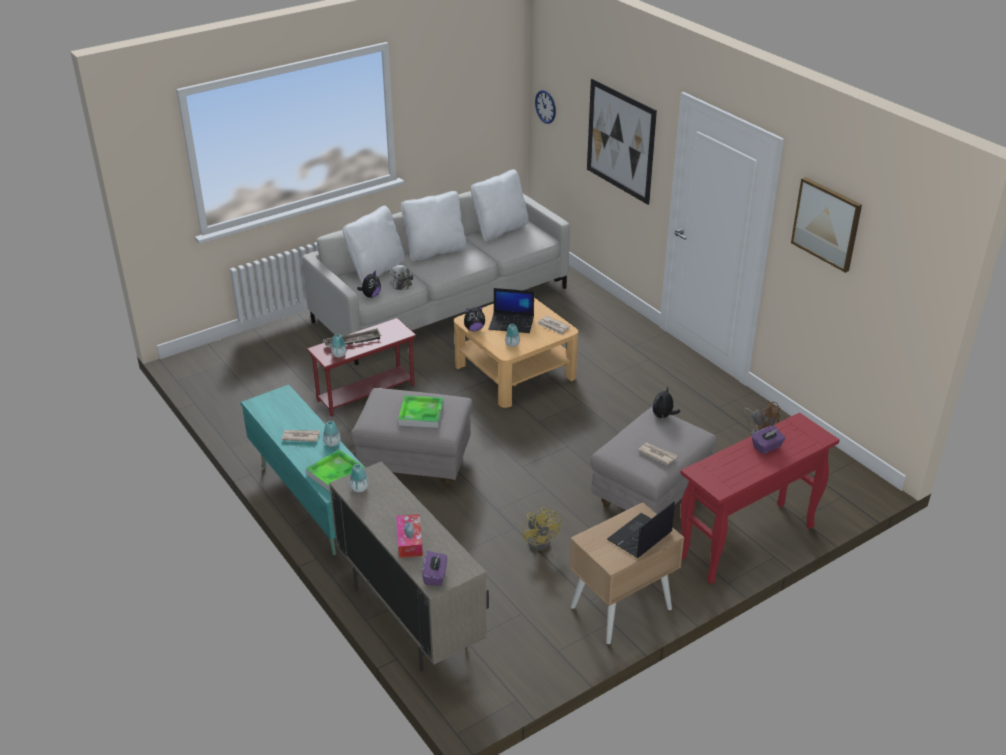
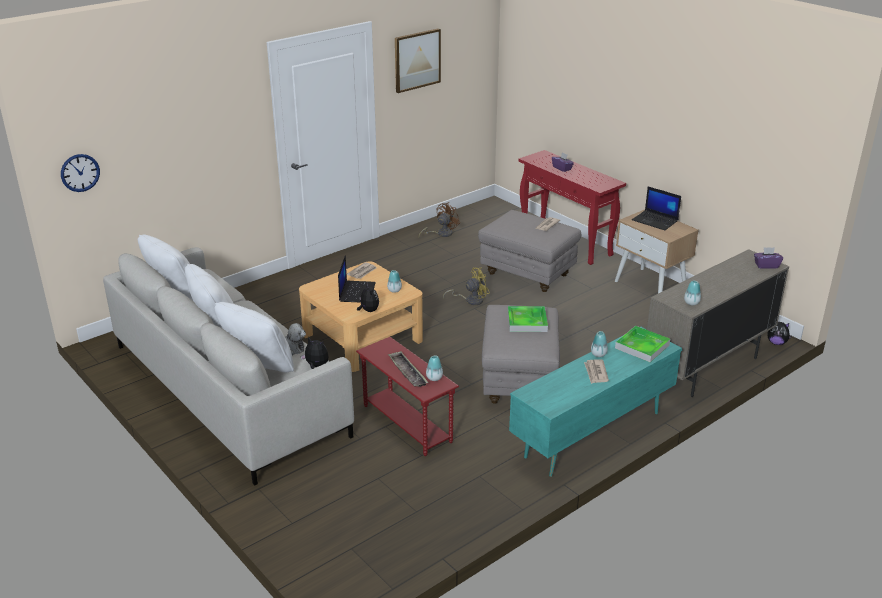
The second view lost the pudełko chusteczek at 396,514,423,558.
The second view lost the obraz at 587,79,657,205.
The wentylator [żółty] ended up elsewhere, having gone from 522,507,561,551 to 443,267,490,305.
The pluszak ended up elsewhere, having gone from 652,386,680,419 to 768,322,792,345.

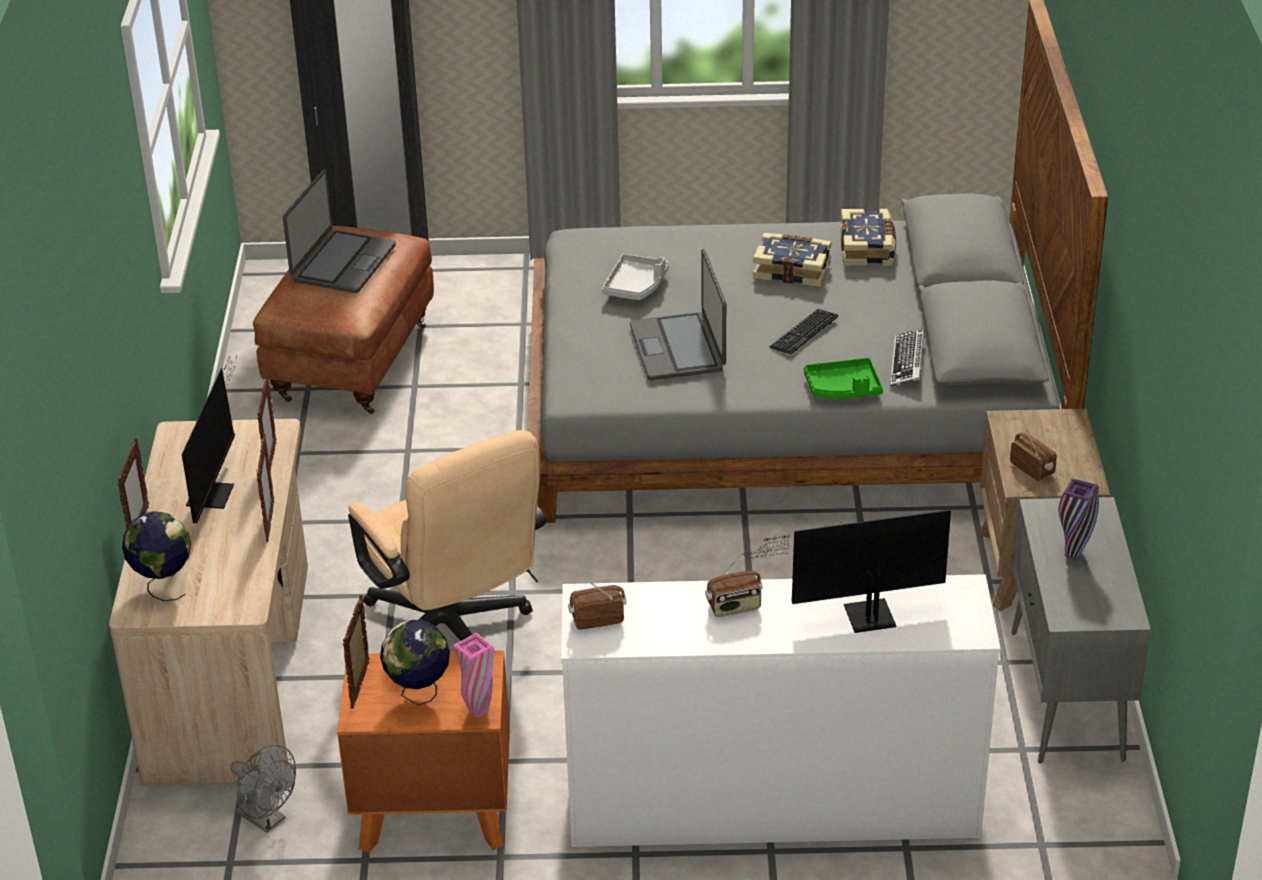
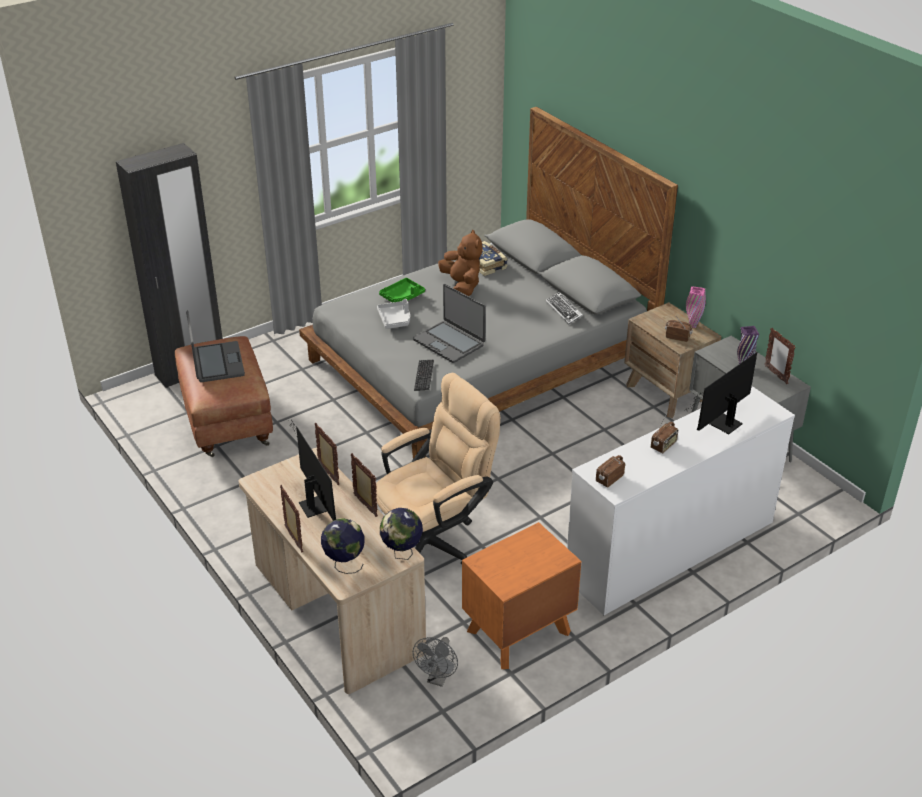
The ramka na zdjęcie ended up elsewhere, having gone from 343,595,369,709 to 765,328,796,384.
The globus ended up elsewhere, having gone from 380,620,450,706 to 380,508,423,560.
The wazon [różowy] ended up elsewhere, having gone from 453,633,494,718 to 686,286,706,328.
The klawiatura ended up elsewhere, having gone from 770,309,838,354 to 414,360,434,391.
The taca [zielony] ended up elsewhere, having gone from 804,358,883,399 to 379,278,425,303.
Where the książka stood at 753,233,831,287, the pluszak [brązowy] came to stand at 438,230,482,296.
The wentylator [szary] at 230,744,296,833 ended up facing another way, 105 degrees clockwise from before.
The krzesło biurowe [beżowy] at 348,430,546,641 ended up facing another way, 60 degrees counterclockwise from before.

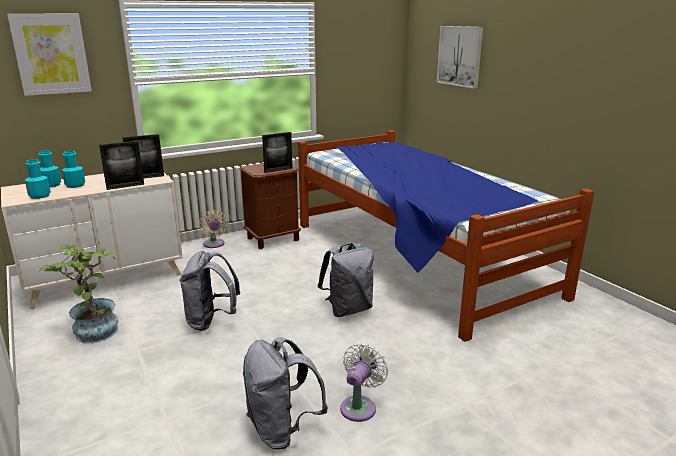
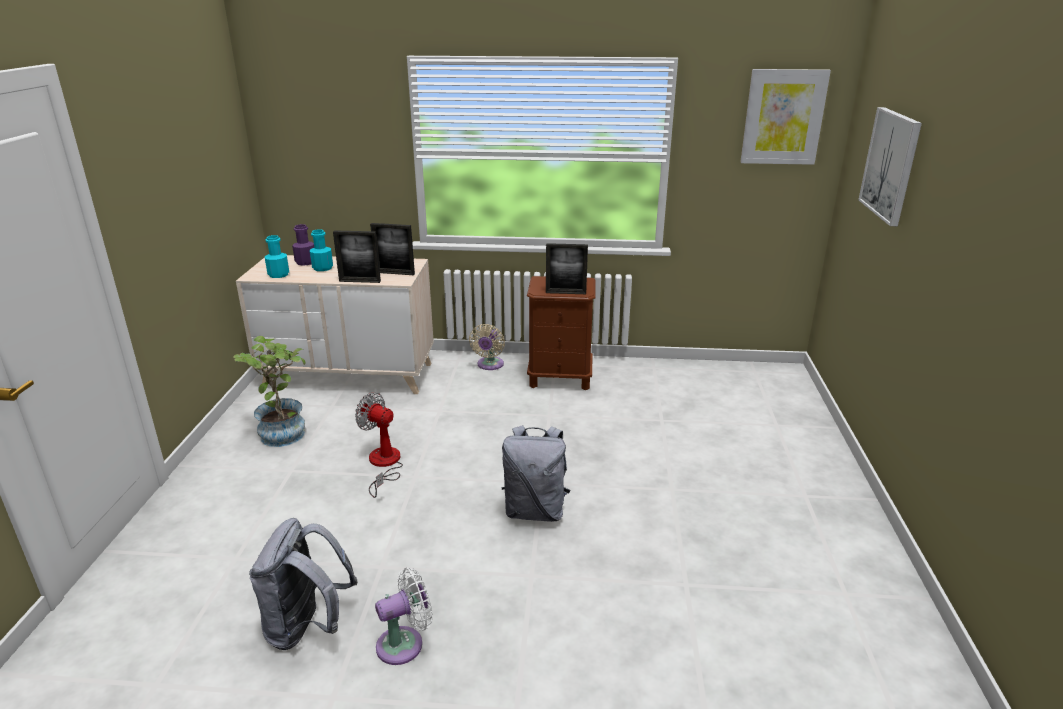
The second view lost the łóżko at 298,130,594,342.
The obraz ended up elsewhere, having gone from 7,13,92,96 to 740,69,831,165.
Where the plecak [szary] stood at 179,251,240,331, the wentylator came to stand at 355,392,403,498.
What was the butelka [turkusowy] at 38,150,61,187 turned into the butelka [fioletowy] at 292,224,314,266.

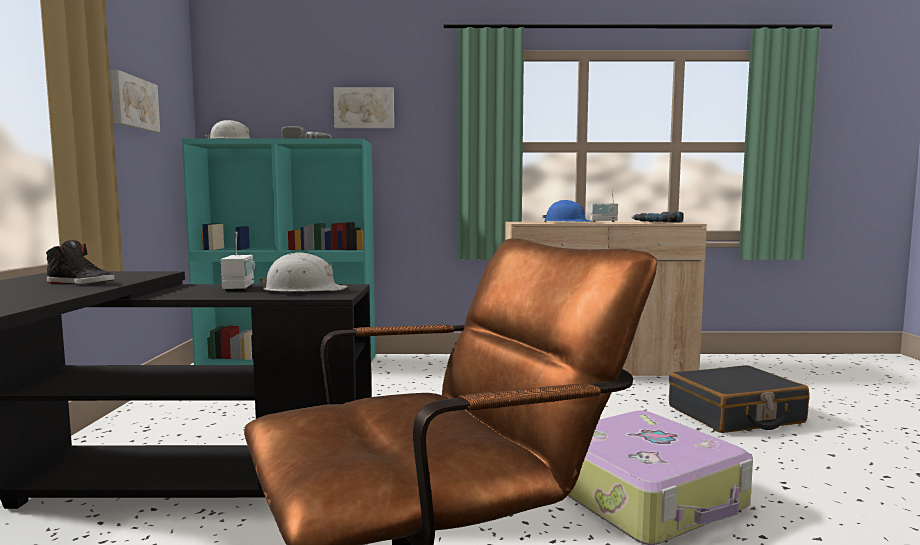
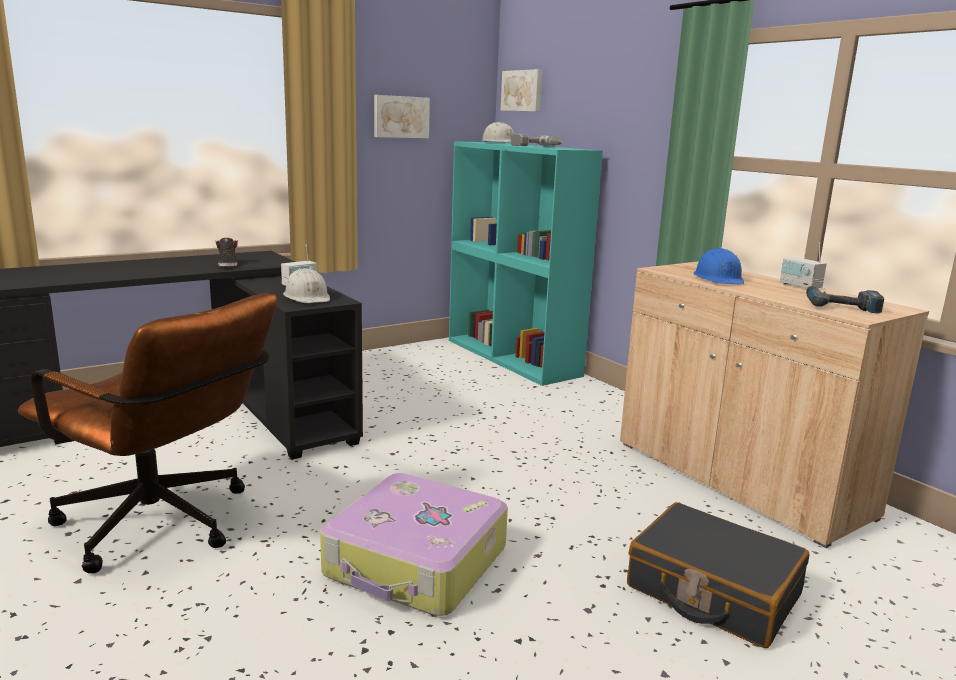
The obraz ended up elsewhere, having gone from 333,87,394,129 to 501,69,542,111.

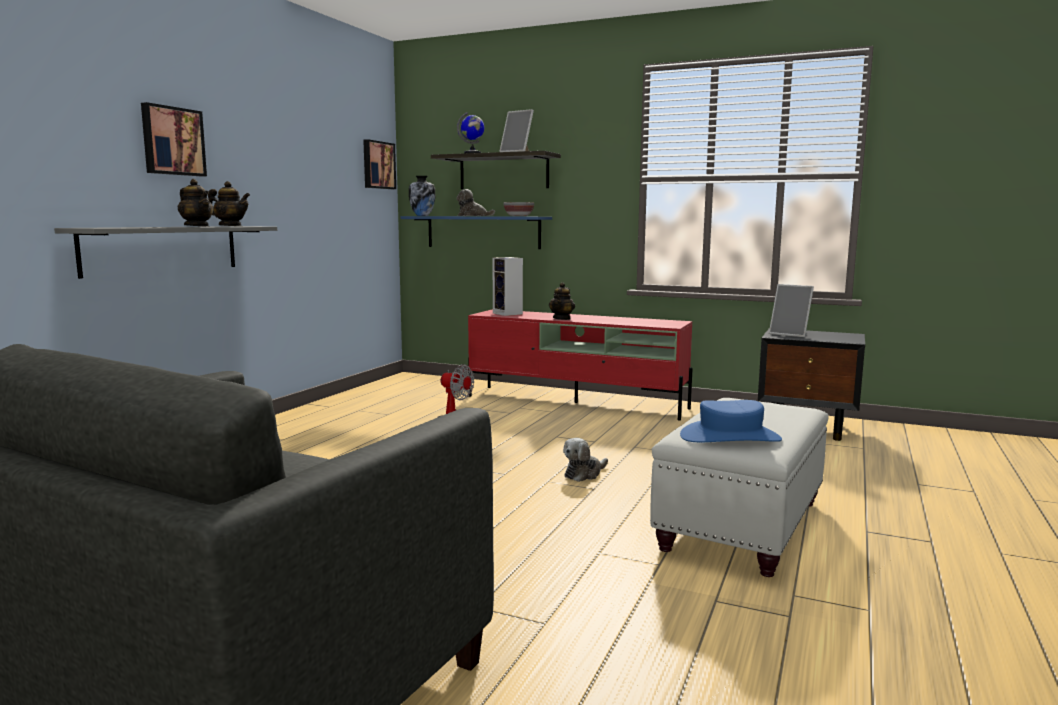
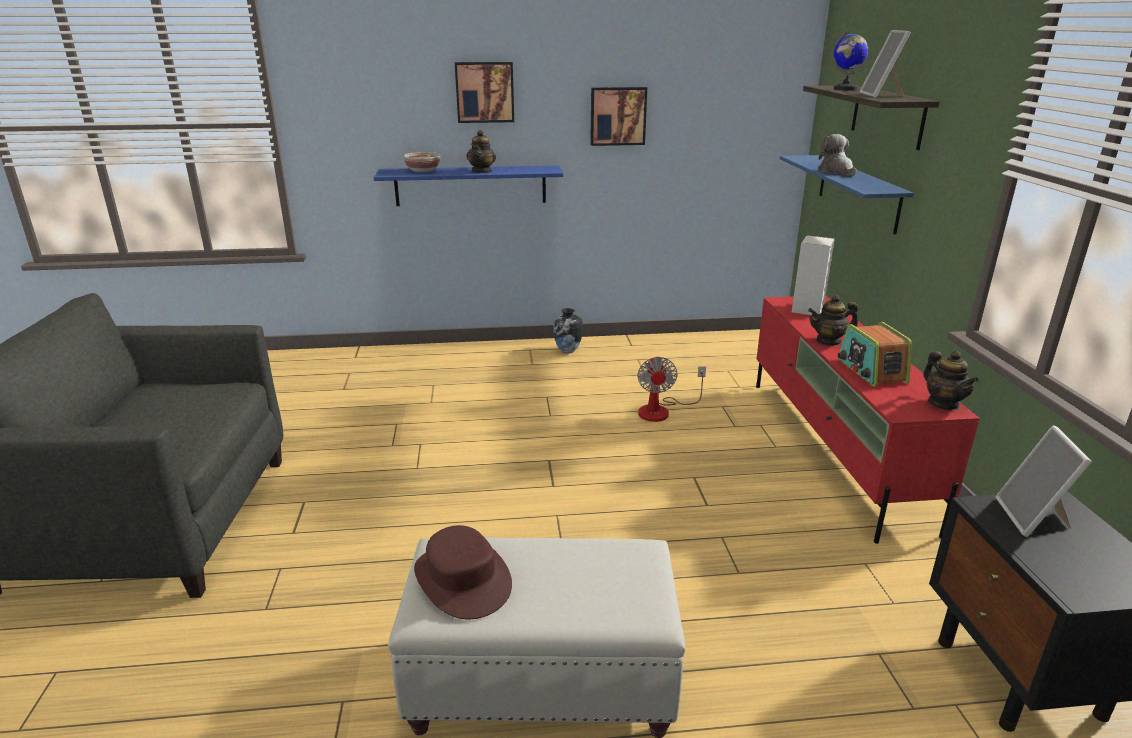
The second view lost the pluszak at 563,438,608,482.
The second view gained the radio at 838,322,912,387.
The imbryk ended up elsewhere, having gone from 208,181,250,226 to 923,351,979,410.
The obraz ended up elsewhere, having gone from 363,139,396,189 to 590,87,647,146.
The wazon ended up elsewhere, having gone from 409,176,435,216 to 553,308,583,353.
The miska ended up elsewhere, having gone from 503,202,534,216 to 403,152,441,172.
What was the półka [szary] at 54,226,277,279 turned into the półka [niebieski] at 373,165,563,206.
What was the kapelusz [niebieski] at 680,400,782,442 turned into the kapelusz [brązowy] at 414,525,512,619.

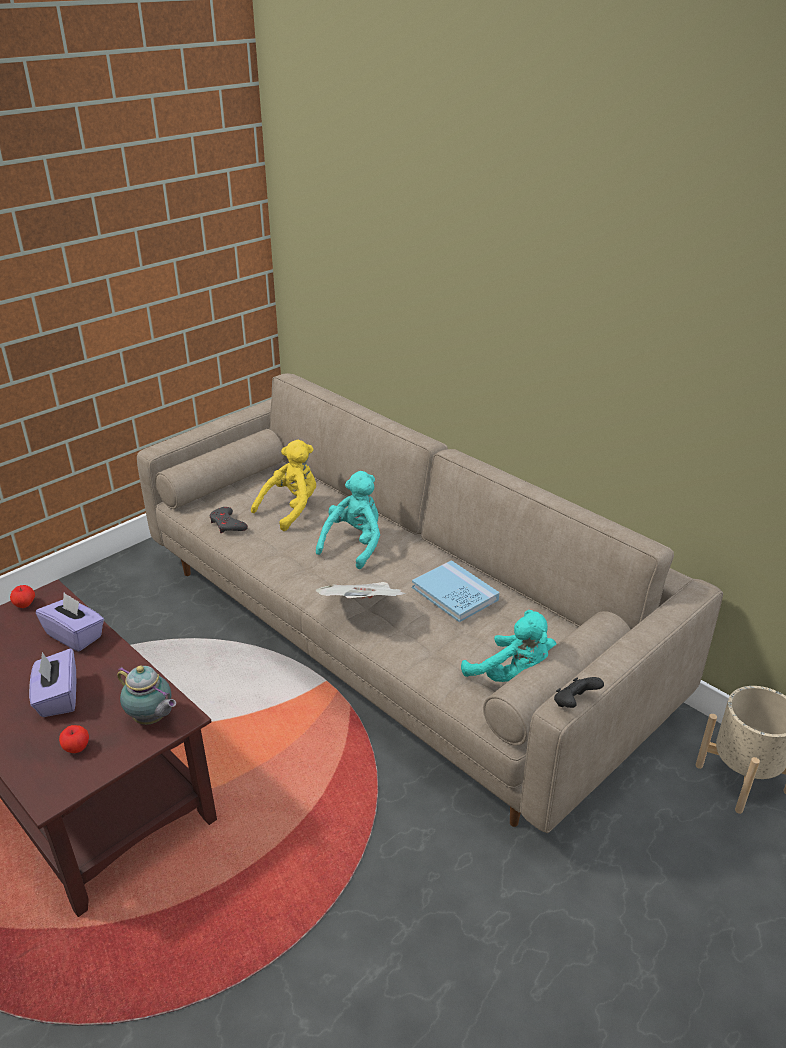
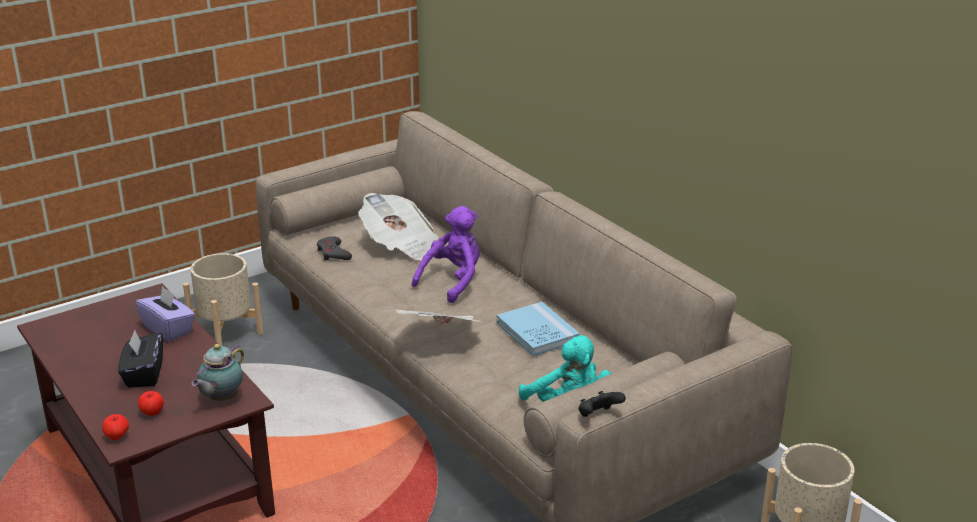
The second view gained the donica [beżowy] at 183,253,263,346.
The jabłko ended up elsewhere, having gone from 10,585,35,608 to 102,414,129,440.
Where the pluszak [żółty] stood at 251,440,316,531, the gazeta came to stand at 358,193,439,261.
What was the pudełko chusteczek [fioletowy] at 29,648,76,717 turned into the pudełko chusteczek [czarny] at 118,329,163,387.
What was the pluszak [turkusowy] at 316,471,380,569 turned into the pluszak [fioletowy] at 412,206,479,303.
The imbryk at 117,666,176,725 ended up facing another way, 75 degrees clockwise from before.

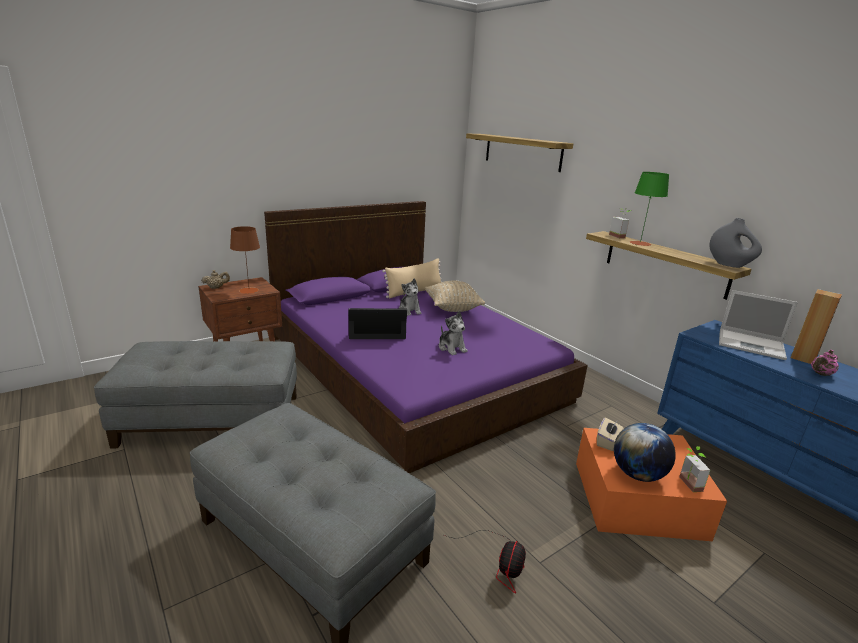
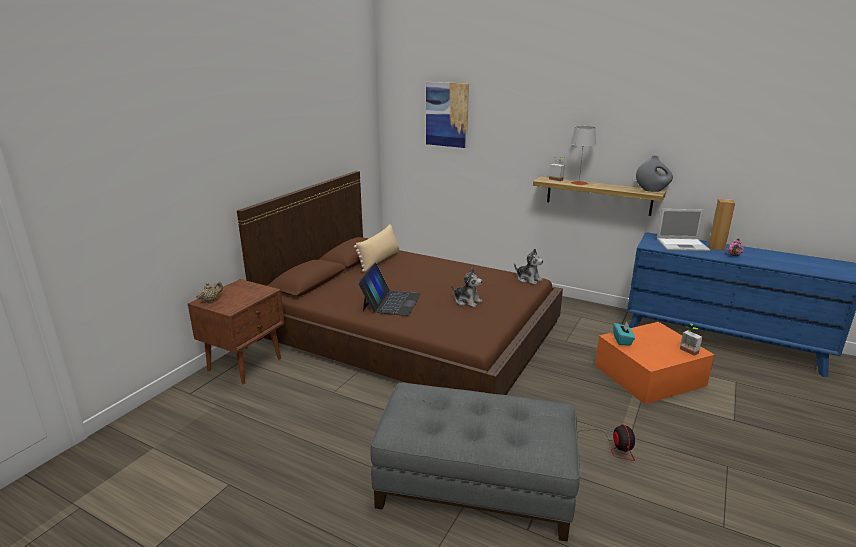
The second view lost the pufa [szary] at 94,341,297,449.
The second view lost the lampa stołowa [brązowy] at 230,226,260,294.
The second view lost the poduszka [beżowy] at 425,280,485,312.
The second view lost the globus at 614,423,676,482.
The pluszak ended up elsewhere, having gone from 399,278,422,316 to 514,249,543,285.
Where the półka hung at 466,134,573,172, the obraz came to hang at 426,82,469,148.
What was the łóżko [fioletowy] at 264,201,588,473 turned into the łóżko [brązowy] at 237,171,563,395.
What was the pudełko chusteczek [beżowy] at 597,417,623,451 turned into the pudełko chusteczek [turkusowy] at 613,322,635,346.
What was the lampa stołowa [zielony] at 630,172,669,246 turned into the lampa stołowa [szary] at 571,126,596,185.
The laptop at 348,308,407,339 ended up facing another way, 135 degrees clockwise from before.

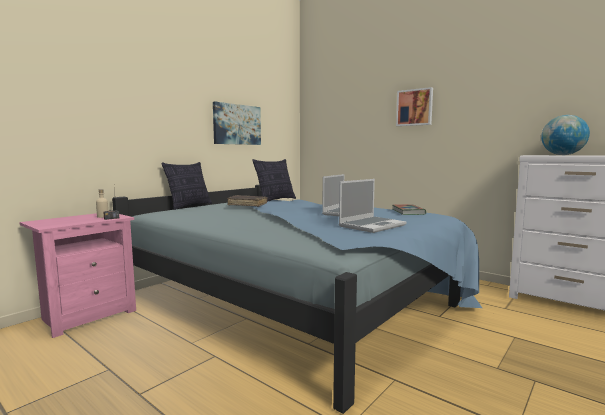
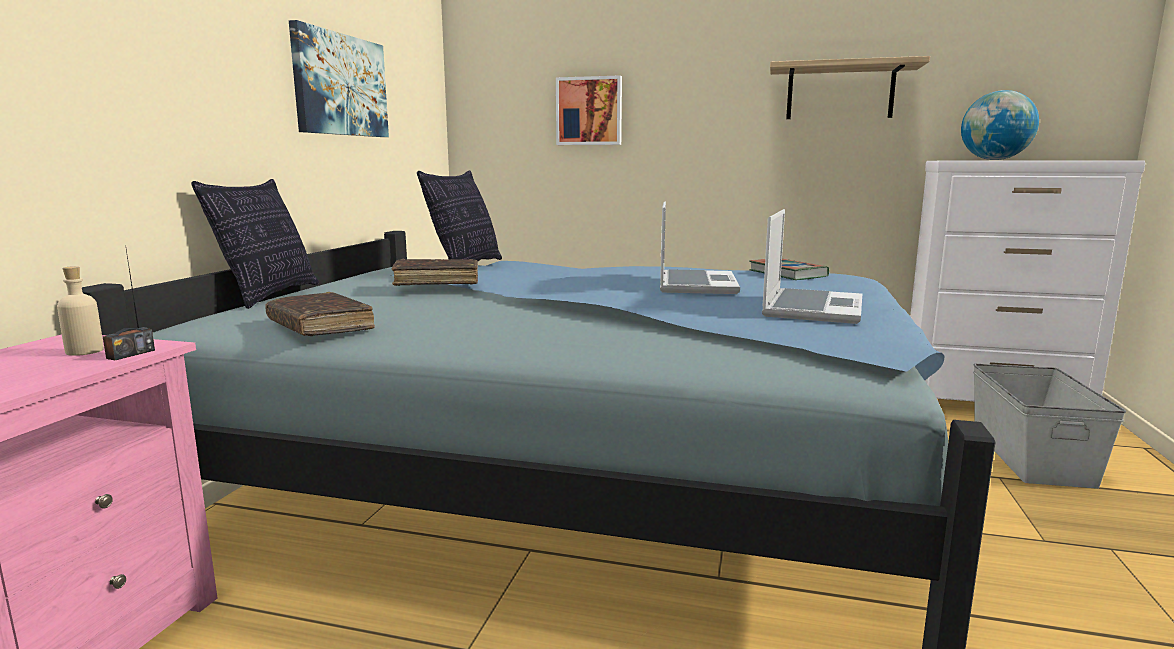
The second view gained the książka [brązowy] at 265,292,375,336.
The second view gained the półka at 770,56,930,119.
The second view gained the pojemnik do przechowywania [szary] at 973,364,1126,489.
The obraz ended up elsewhere, having gone from 396,87,433,126 to 556,75,622,145.

